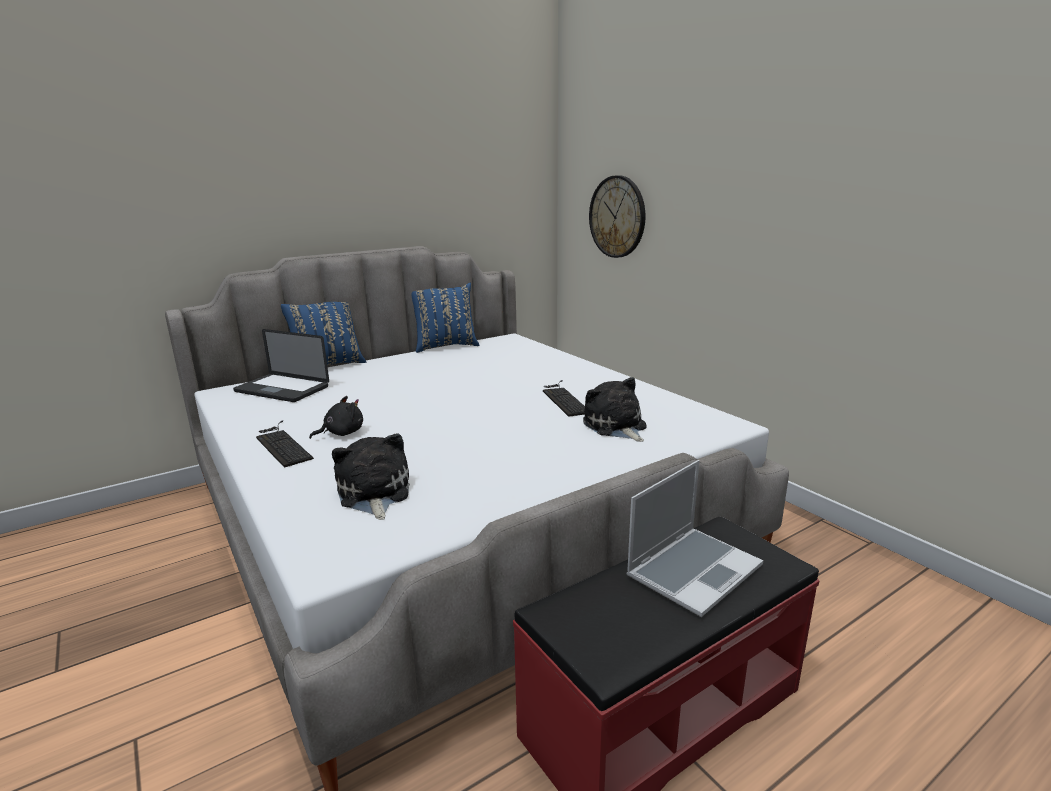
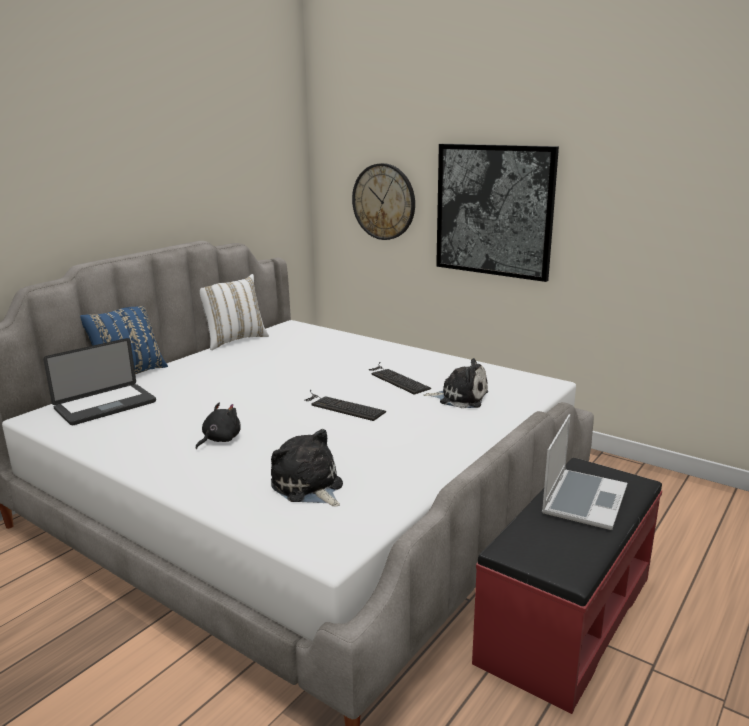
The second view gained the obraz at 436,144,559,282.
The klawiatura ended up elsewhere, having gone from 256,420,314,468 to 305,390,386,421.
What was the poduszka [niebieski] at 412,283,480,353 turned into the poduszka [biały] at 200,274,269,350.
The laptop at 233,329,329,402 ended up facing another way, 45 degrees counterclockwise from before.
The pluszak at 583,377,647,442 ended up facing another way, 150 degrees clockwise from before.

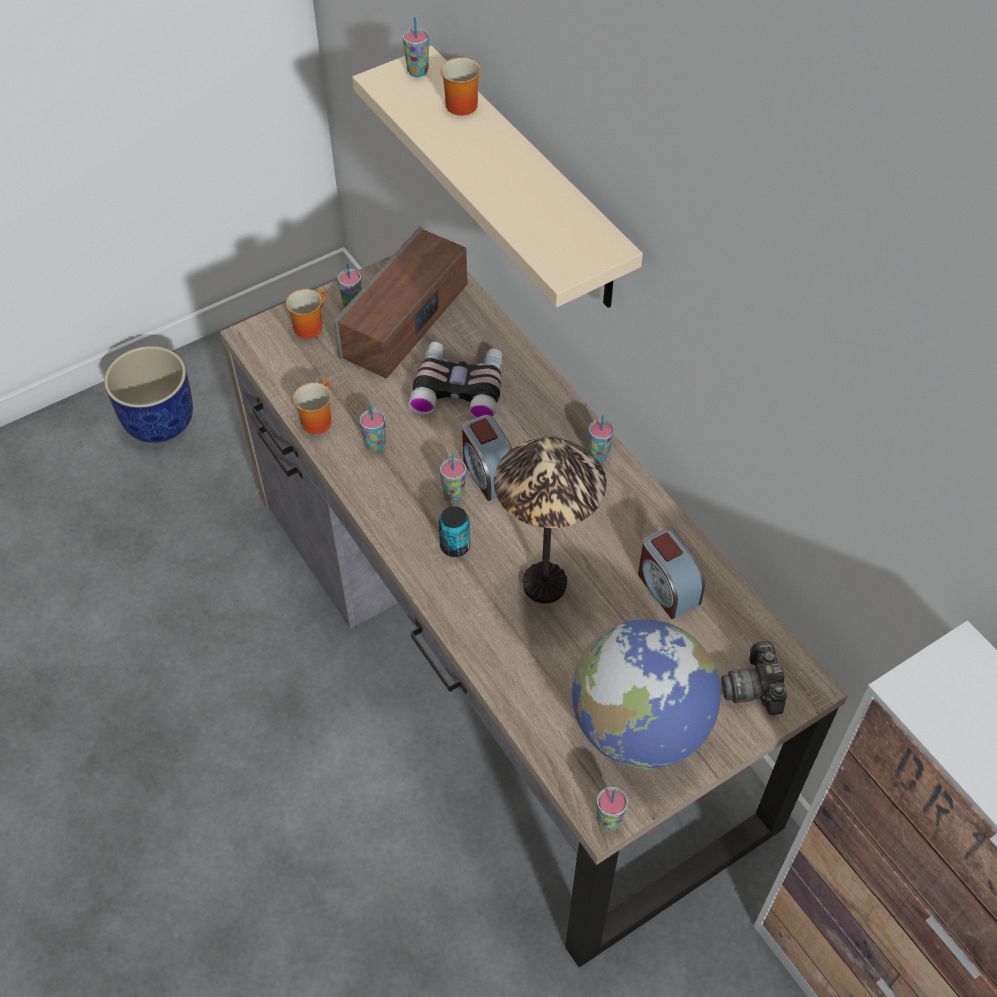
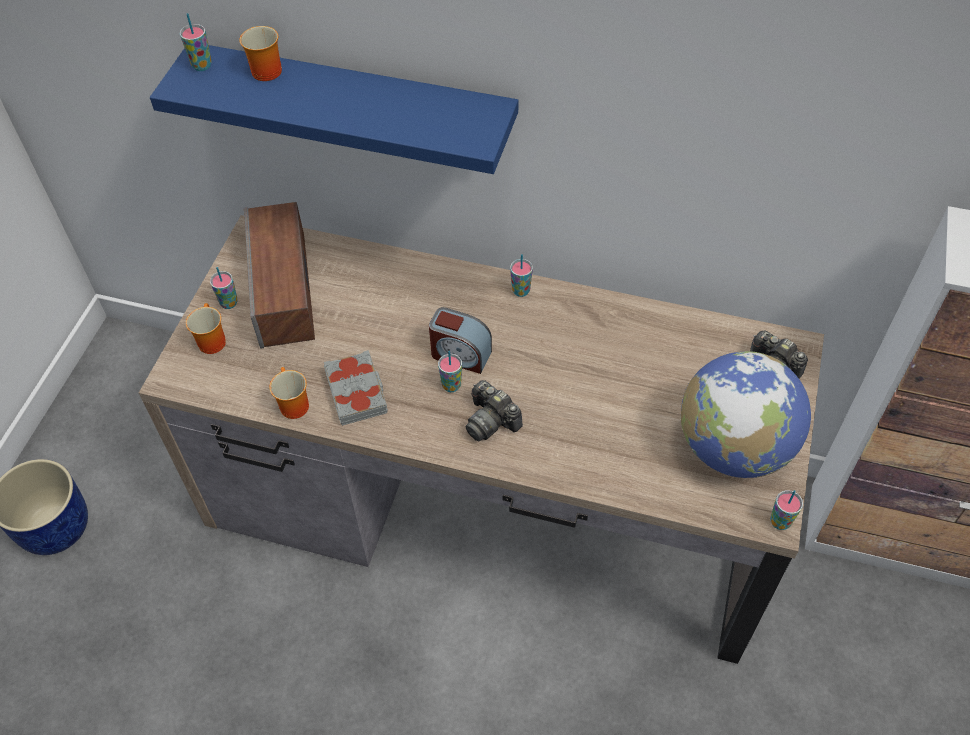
The second view lost the lornetka at 408,342,502,419.
The second view lost the lampa stołowa at 494,437,607,604.
The second view lost the budzik at 638,528,705,619.
Where the filiżanka stood at 360,405,386,452, the książka [szary] came to stand at 324,350,388,426.
Where the puszka stood at 439,506,470,557, the aparat fotograficzny came to stand at 466,380,523,441.
What was the półka [beżowy] at 352,46,643,308 turned into the półka [niebieski] at 150,45,518,174.

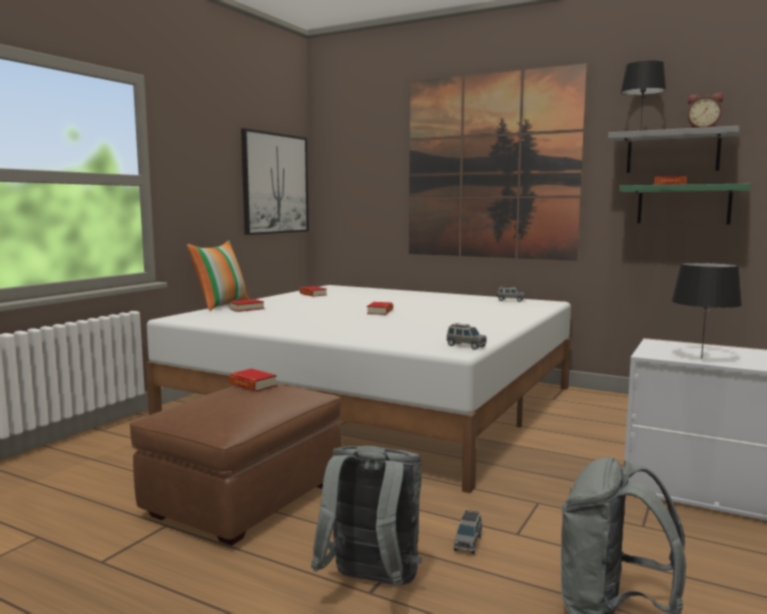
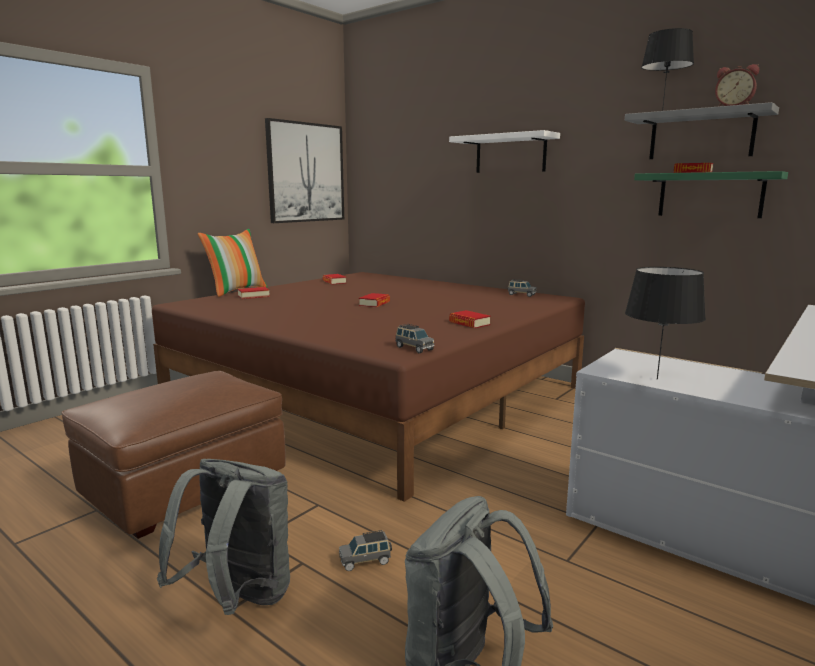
The książka ended up elsewhere, having gone from 229,369,277,391 to 449,310,491,328.
Where the obraz hung at 409,63,587,261, the półka [biały] came to hang at 449,130,560,173.
What was the łóżko [biały] at 146,285,571,493 turned into the łóżko [brązowy] at 152,272,585,502.
The samochodzik [szary] at 454,510,482,554 ended up facing another way, 45 degrees clockwise from before.

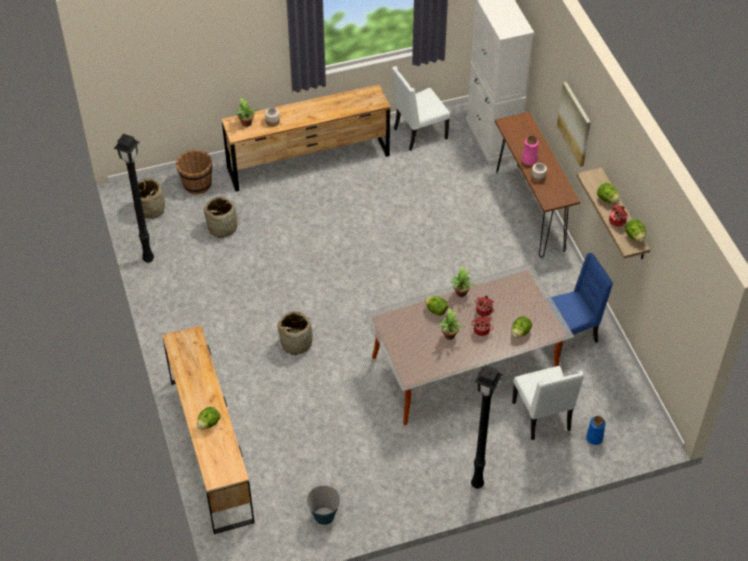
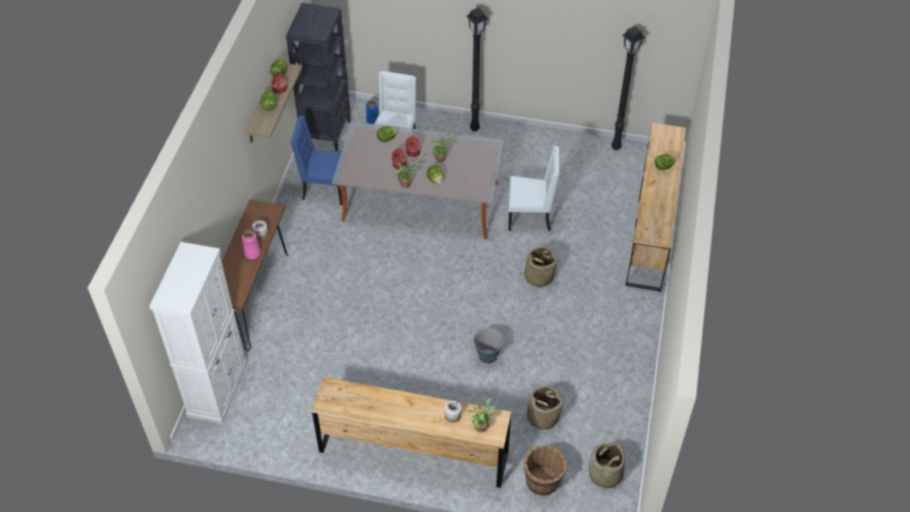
The second view lost the obraz at 557,82,591,167.
The second view gained the regał [czarny] at 286,3,351,151.
The lampa stojąca [czarny] ended up elsewhere, having gone from 114,134,154,263 to 611,26,645,150.
The wiadro ended up elsewhere, having gone from 306,485,340,525 to 473,328,504,364.
The krzesło [biały] ended up elsewhere, having gone from 392,66,450,151 to 508,146,559,231.

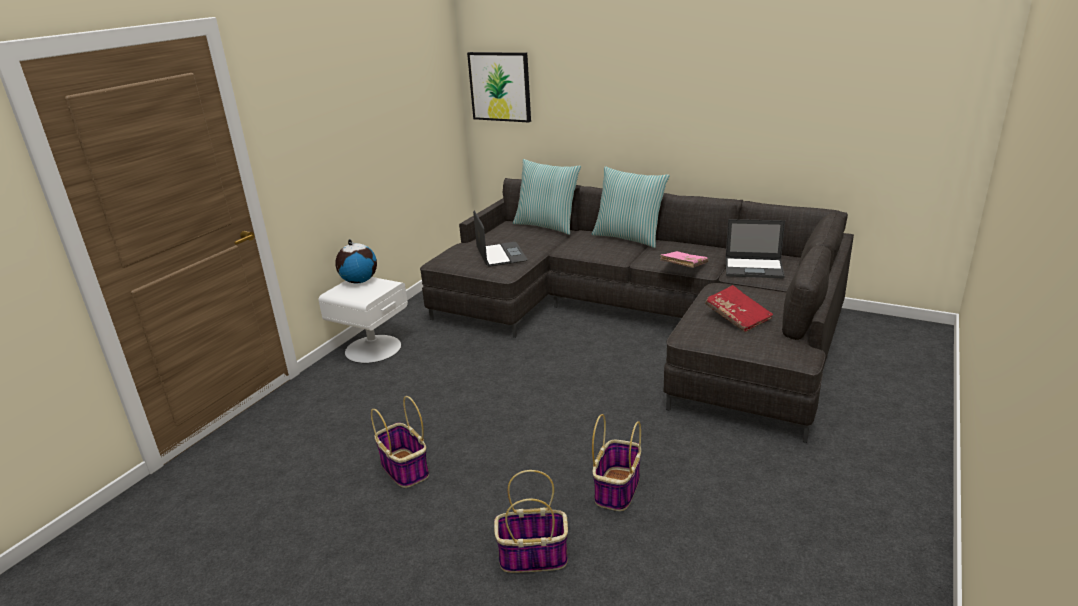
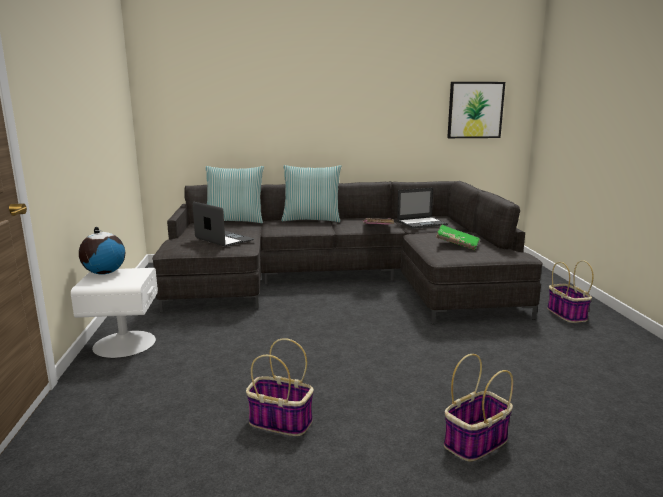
The obraz ended up elsewhere, having gone from 467,52,531,122 to 447,82,505,138.
The koszyk ended up elsewhere, having gone from 592,414,641,511 to 547,260,594,323.
What was the książka [czerwony] at 705,285,773,333 turned into the książka [zielony] at 436,225,480,250.

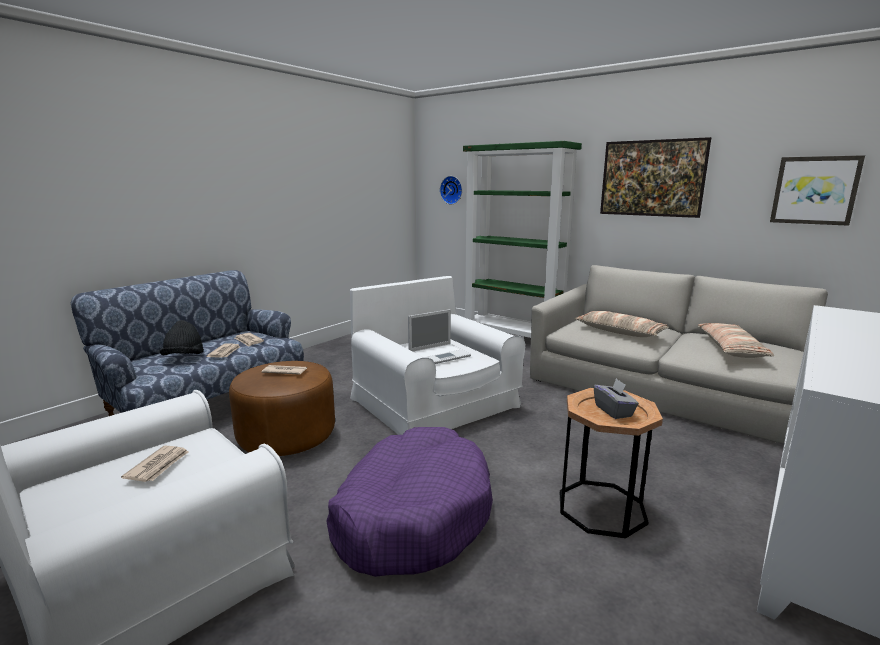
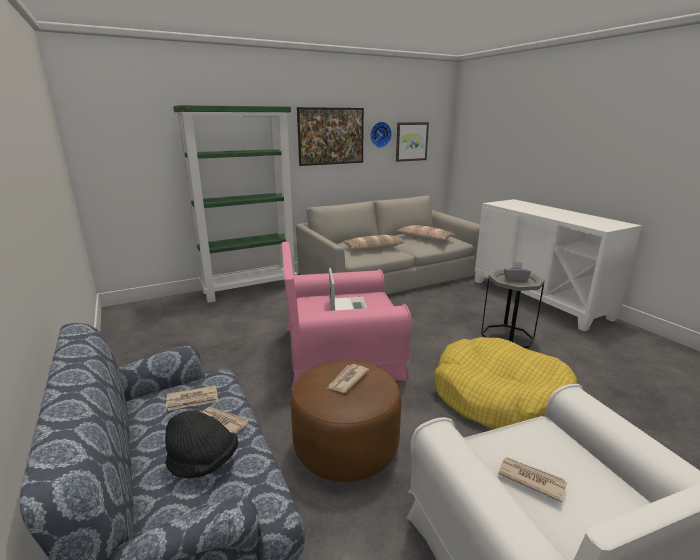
The zegar ścienny ended up elsewhere, having gone from 440,176,462,204 to 370,122,392,148.
What was the legowisko [fioletowy] at 326,427,493,577 turned into the legowisko [żółty] at 434,337,577,429.
What was the fotel [biały] at 350,276,525,435 turned into the fotel [różowy] at 282,242,411,390.
What was the stolik [brązowy] at 560,388,663,538 turned into the stolik [szary] at 481,269,545,348.

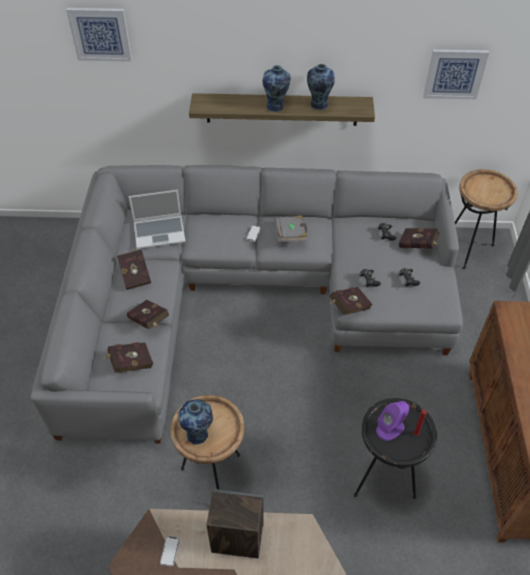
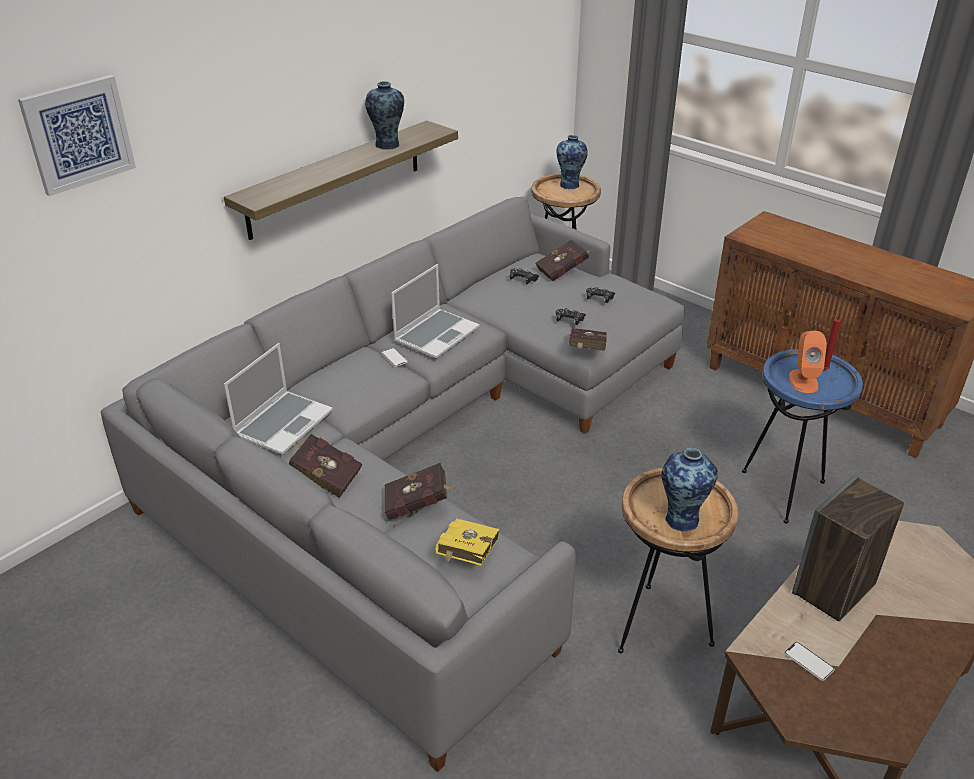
The second view lost the obraz at 423,49,489,99.
The wazon ended up elsewhere, having gone from 263,65,291,112 to 557,135,588,190.
Where the książka [szary] stood at 274,215,307,242, the laptop came to stand at 391,264,480,359.
What was the książka [czerwony] at 104,342,153,373 turned into the książka [żółty] at 436,519,499,565.
What was the stolik [czarny] at 354,398,437,499 turned into the stolik [niebieski] at 742,349,863,524.
What was the głośnik [fioletowy] at 376,401,409,441 turned into the głośnik [pomarańczowy] at 789,331,827,393.

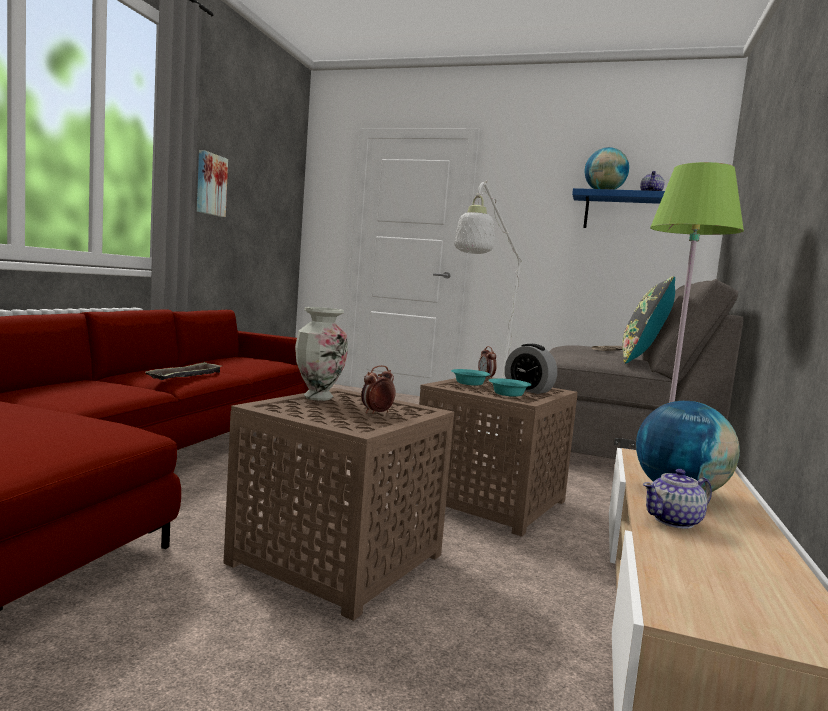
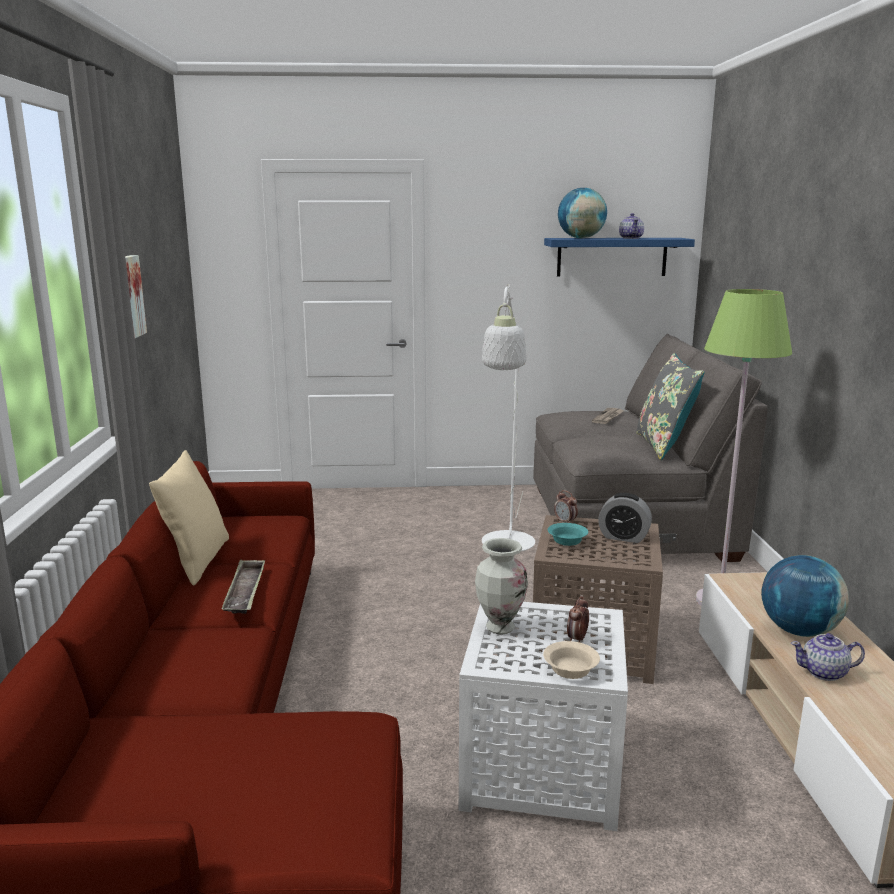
The second view lost the miska [turkusowy] at 488,378,532,397.
The second view gained the poduszka [beżowy] at 149,450,229,585.
The second view gained the miska [beżowy] at 543,641,600,679.
What was the stolik [brązowy] at 223,388,454,621 turned into the stolik [biały] at 459,602,628,831.
The imbryk at 643,469,712,529 ended up facing another way, 45 degrees clockwise from before.

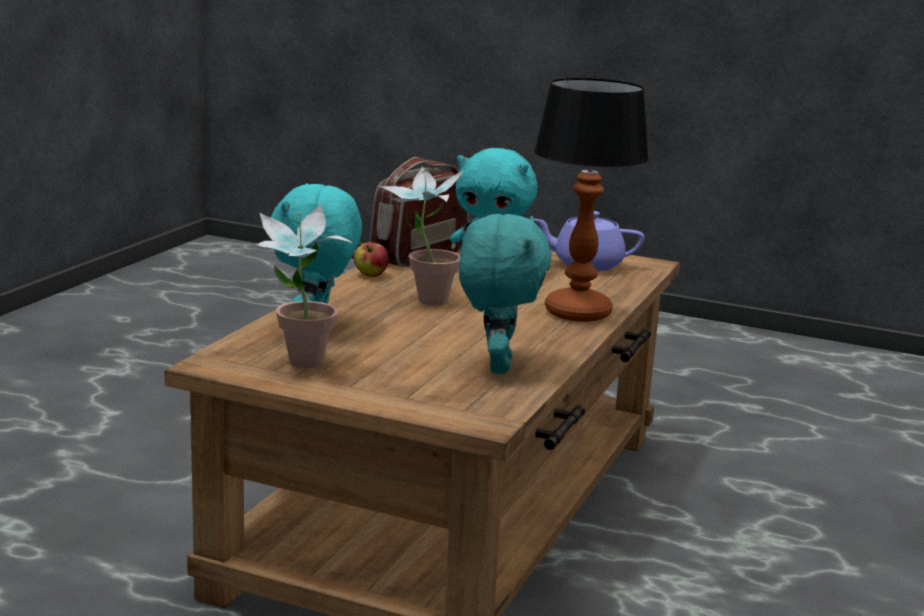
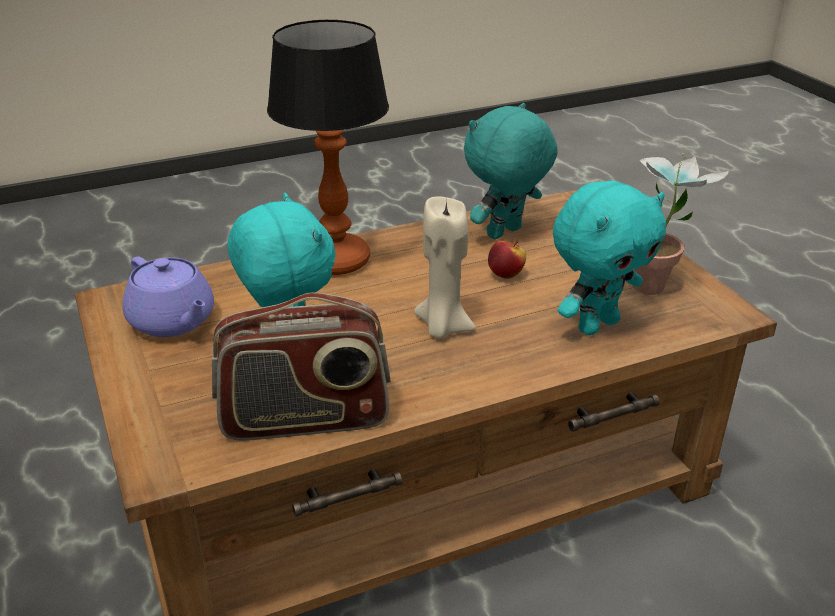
The jabłko ended up elsewhere, having gone from 354,242,389,277 to 488,241,526,279.
Where the roślina doniczkowa stood at 378,167,464,306, the świeca [beżowy] came to stand at 414,196,476,339.

